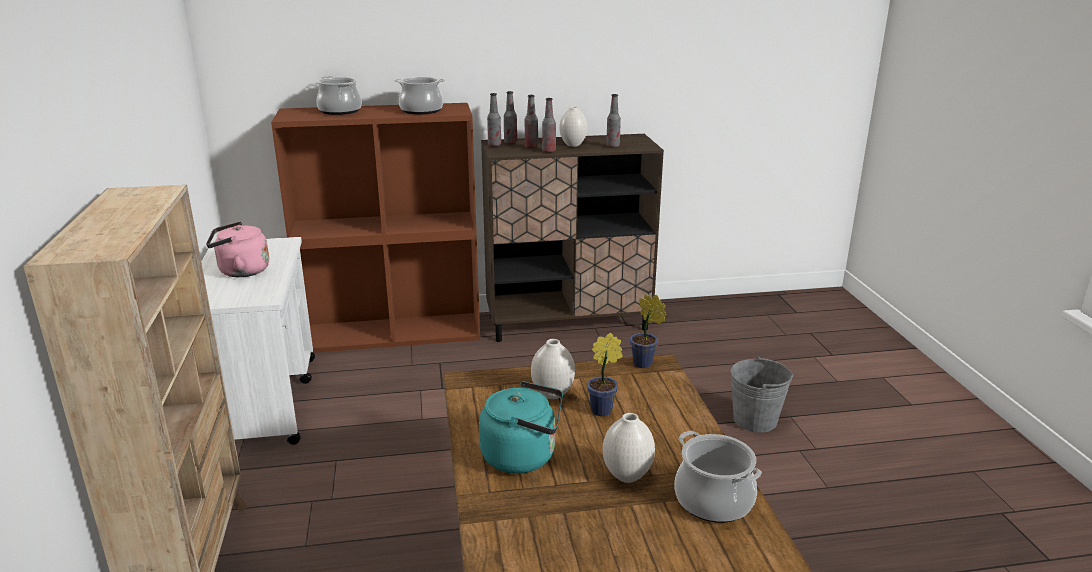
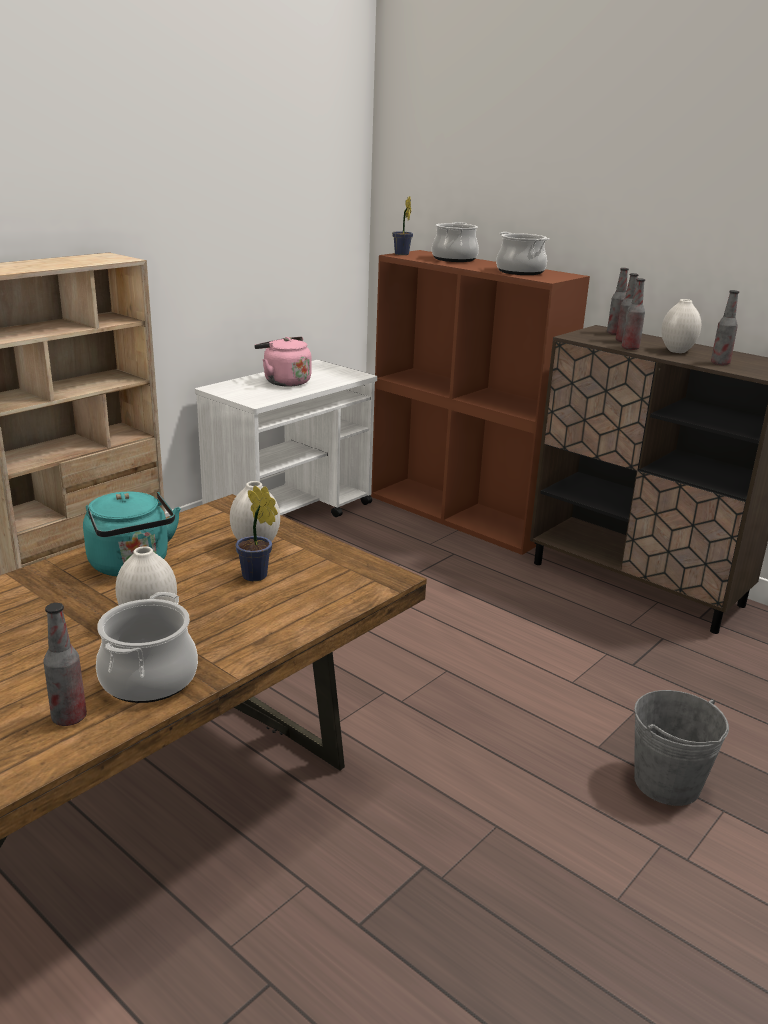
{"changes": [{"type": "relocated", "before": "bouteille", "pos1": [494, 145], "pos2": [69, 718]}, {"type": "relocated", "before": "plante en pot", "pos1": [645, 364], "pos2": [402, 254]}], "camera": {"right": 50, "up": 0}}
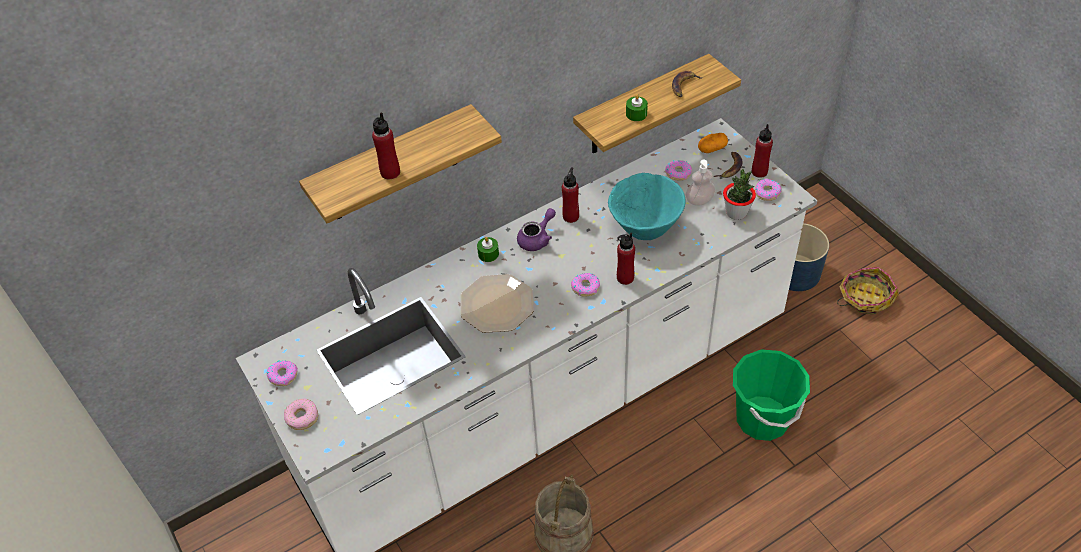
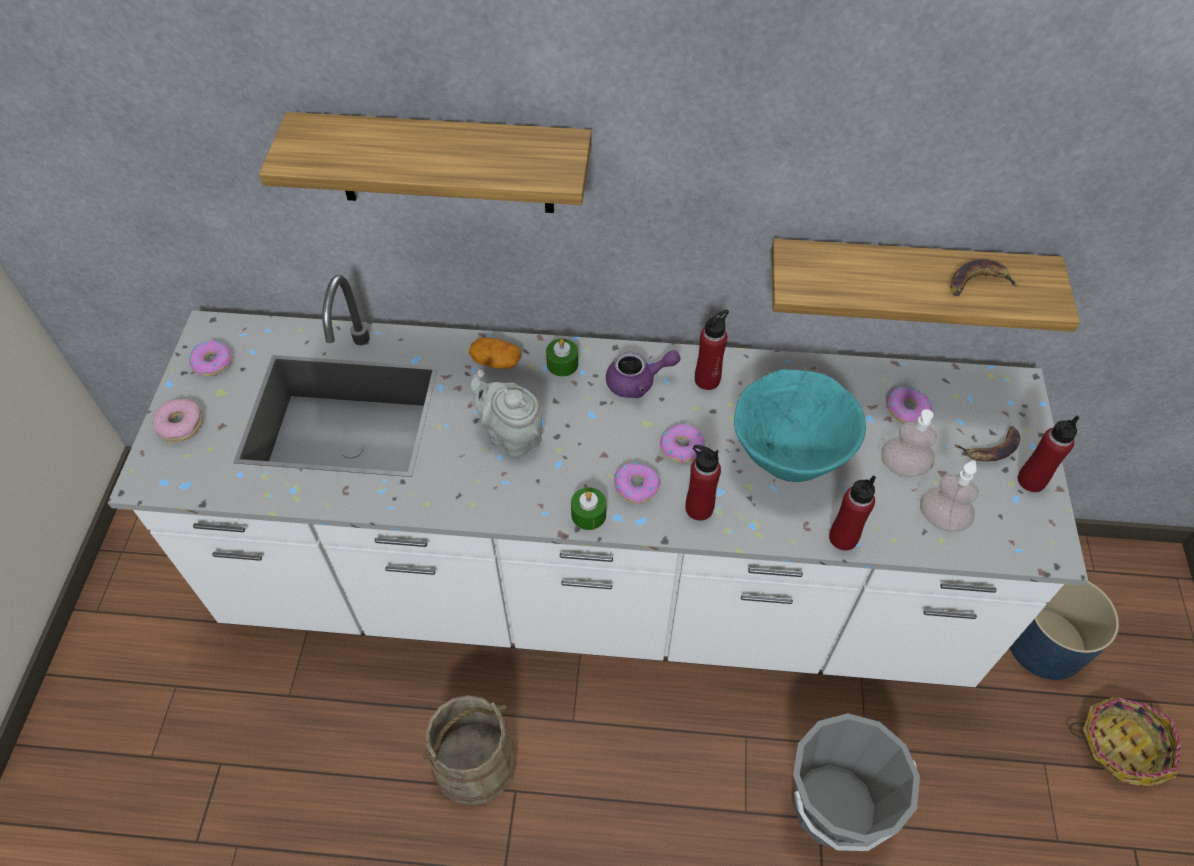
{"changes": [{"type": "relocated", "before": "bouteille (rouge)", "pos1": [390, 172], "pos2": [843, 538]}, {"type": "exchanged", "before": "assiette", "after": "théière (gris)", "pos1": [497, 304], "pos2": [511, 435]}, {"type": "relocated", "before": "bougie (vert)", "pos1": [636, 114], "pos2": [588, 514]}, {"type": "relocated", "before": "pomme de terre", "pos1": [712, 149], "pos2": [496, 361]}, {"type": "exchanged", "before": "plante en pot", "after": "distributeur de savon", "pos1": [736, 213], "pos2": [941, 519]}, {"type": "colour", "before": "seau (vert)", "after": "seau (gris)", "pos1": [762, 419], "pos2": [833, 806]}, {"type": "relocated", "before": "beignet", "pos1": [767, 192], "pos2": [681, 447]}], "camera": {"right": 35, "up": 5}}
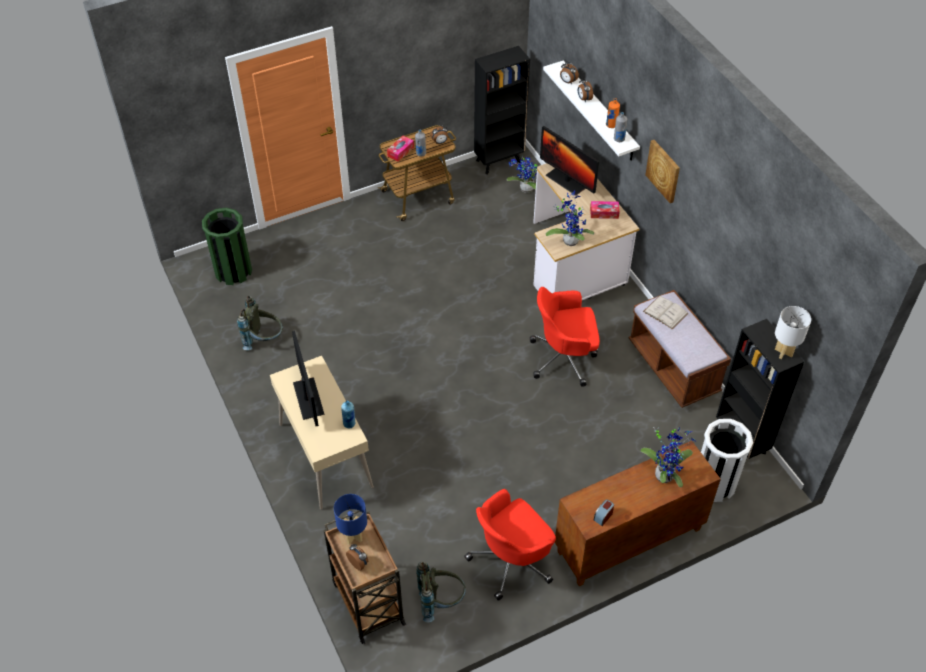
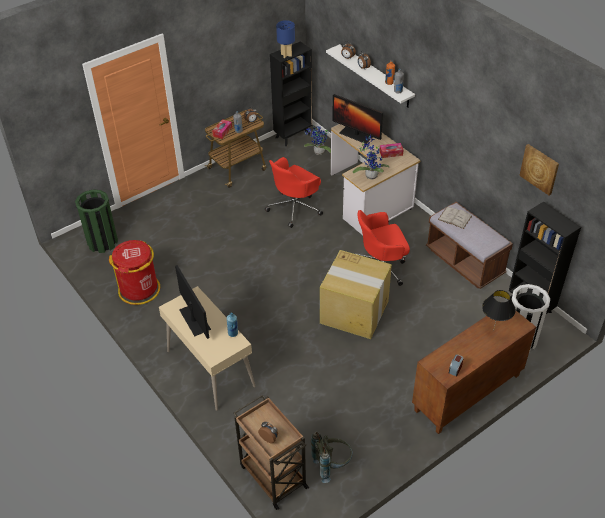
{"changes": [{"type": "exchanged", "before": "sac à dos (gris)", "after": "poubelle (rouge)", "pos1": [264, 340], "pos2": [139, 289]}, {"type": "relocated", "before": "lampe de table (bleu)", "pos1": [353, 537], "pos2": [286, 55]}, {"type": "relocated", "before": "chaise de bureau (rouge)", "pos1": [511, 560], "pos2": [295, 208]}, {"type": "exchanged", "before": "plante en pot", "after": "lampe de table (noir)", "pos1": [665, 474], "pos2": [493, 330]}, {"type": "relocated", "before": "tableau", "pos1": [663, 170], "pos2": [539, 169]}, {"type": "missing", "before": "lampe de table (blanc)", "pos1": [784, 352]}, {"type": "appeared", "after": "carton", "pos2": [355, 312]}], "camera": {"right": -10, "up": -5}}
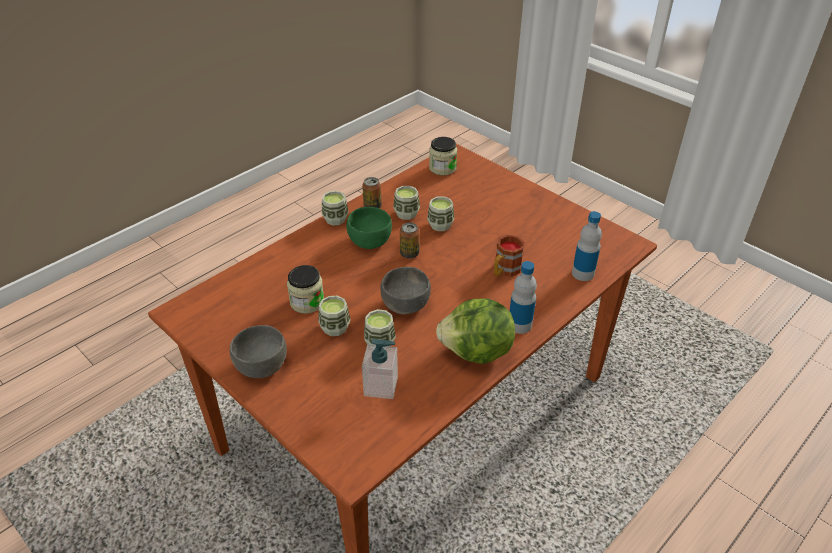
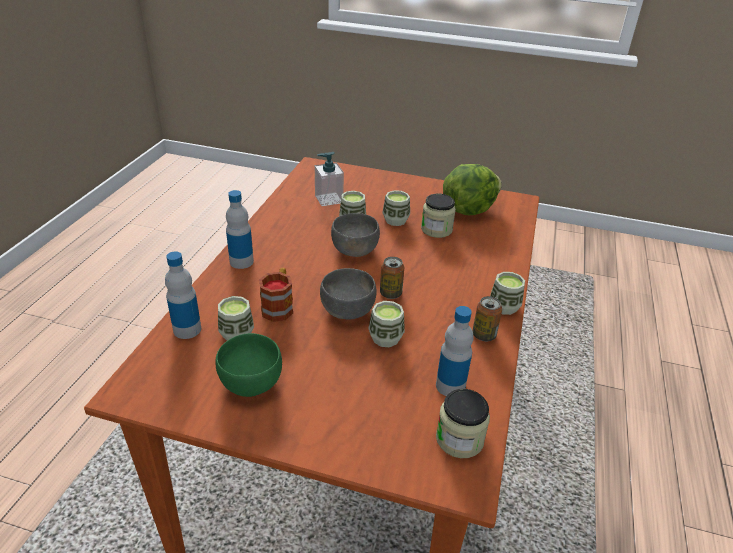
{"changes": [{"type": "relocated", "before": "bol (gris)", "pos1": [261, 366], "pos2": [348, 310]}, {"type": "relocated", "before": "bol (vert)", "pos1": [369, 240], "pos2": [252, 382]}, {"type": "relocated", "before": "tasse", "pos1": [406, 213], "pos2": [236, 333]}, {"type": "relocated", "before": "laitue", "pos1": [477, 353], "pos2": [467, 209]}, {"type": "appeared", "after": "bouteille", "pos2": [450, 386]}], "camera": {"right": 150, "up": -5}}
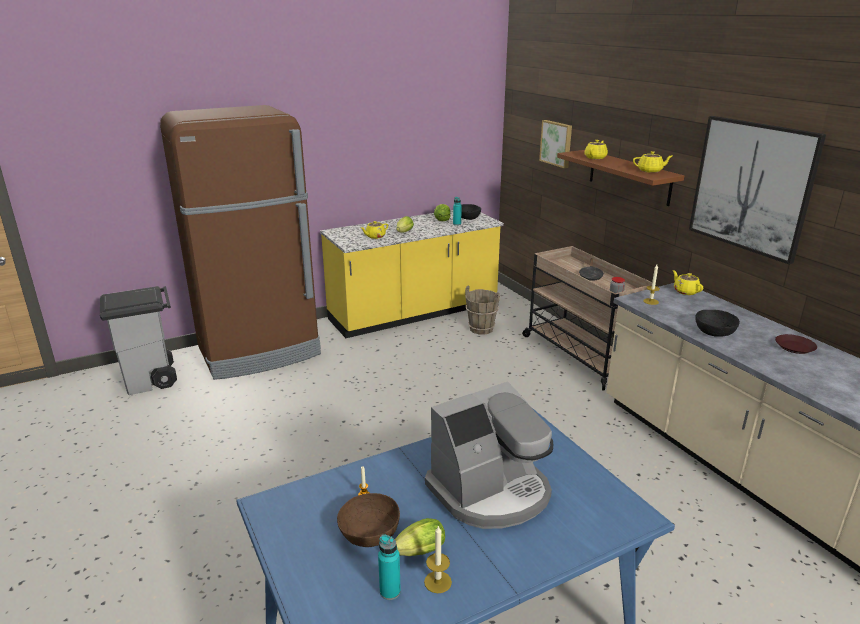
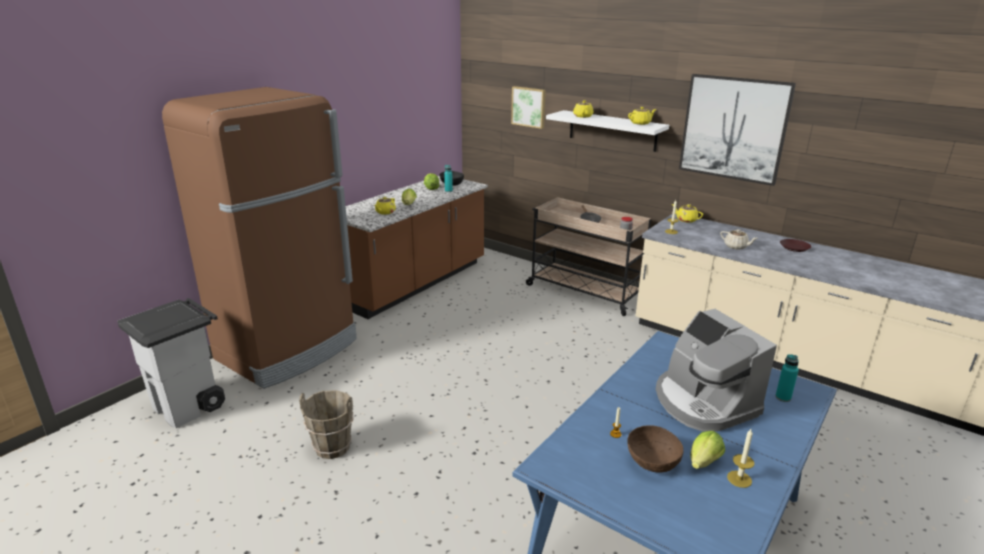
{"changes": [{"type": "colour", "before": "comptoir de cuisine (jaune)", "after": "comptoir de cuisine (marron)", "pos1": [414, 313], "pos2": [414, 283]}, {"type": "relocated", "before": "bouteille (turquoise)", "pos1": [390, 591], "pos2": [783, 397]}, {"type": "spun", "before": "machine à café", "pos1": [491, 492], "pos2": [703, 402], "turn": 120}, {"type": "relocated", "before": "seau (marron)", "pos1": [481, 329], "pos2": [332, 447]}, {"type": "colour", "before": "étagère (marron)", "after": "étagère (blanc)", "pos1": [629, 177], "pos2": [612, 130]}, {"type": "exchanged", "before": "bol (noir)", "after": "théière (beige)", "pos1": [714, 332], "pos2": [736, 246]}], "camera": {"right": -25, "up": 0}}
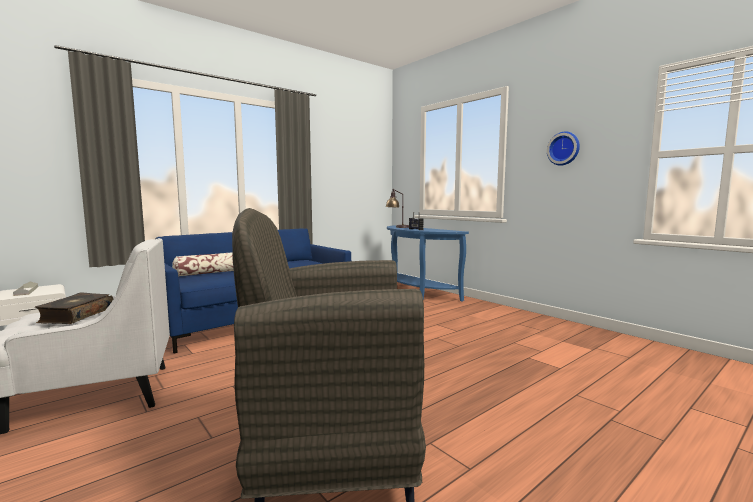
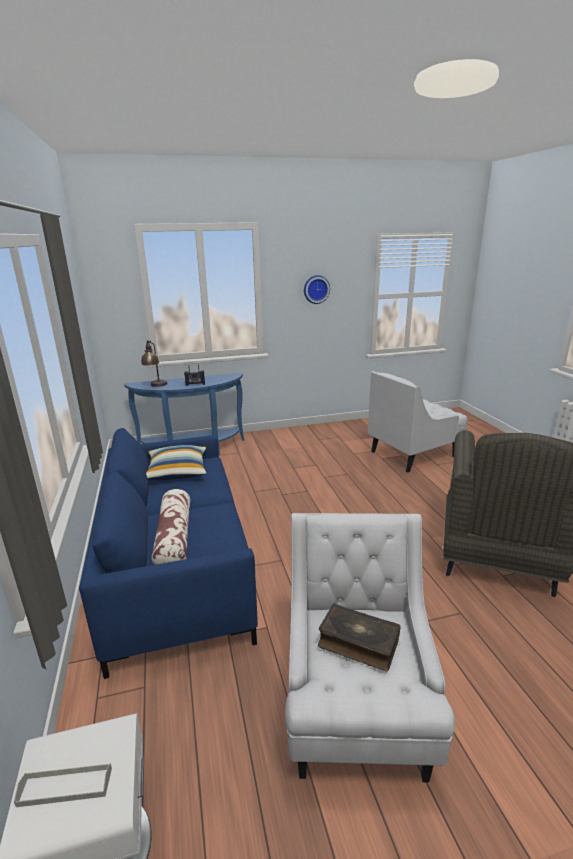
{"changes": [{"type": "appeared", "after": "coussin", "pos2": [177, 472]}, {"type": "appeared", "after": "fauteuil (blanc)", "pos2": [413, 453]}], "camera": {"right": -65, "up": 15}}
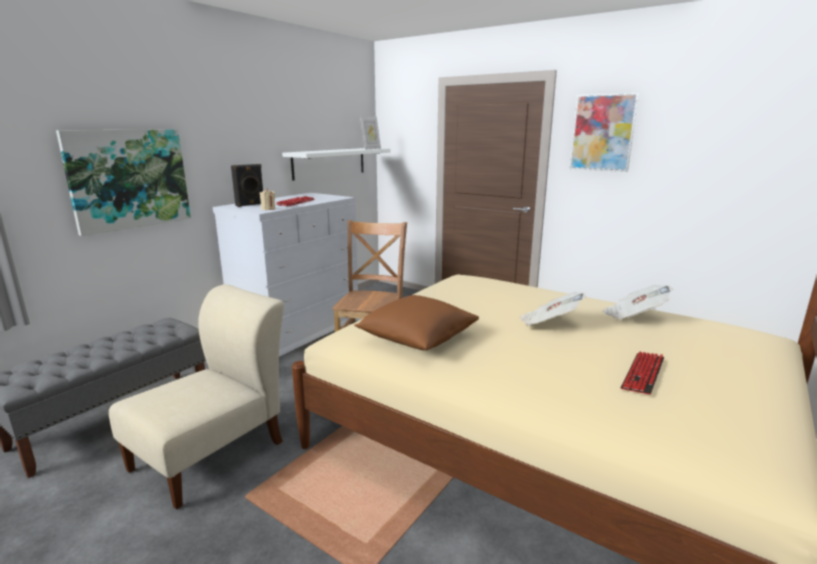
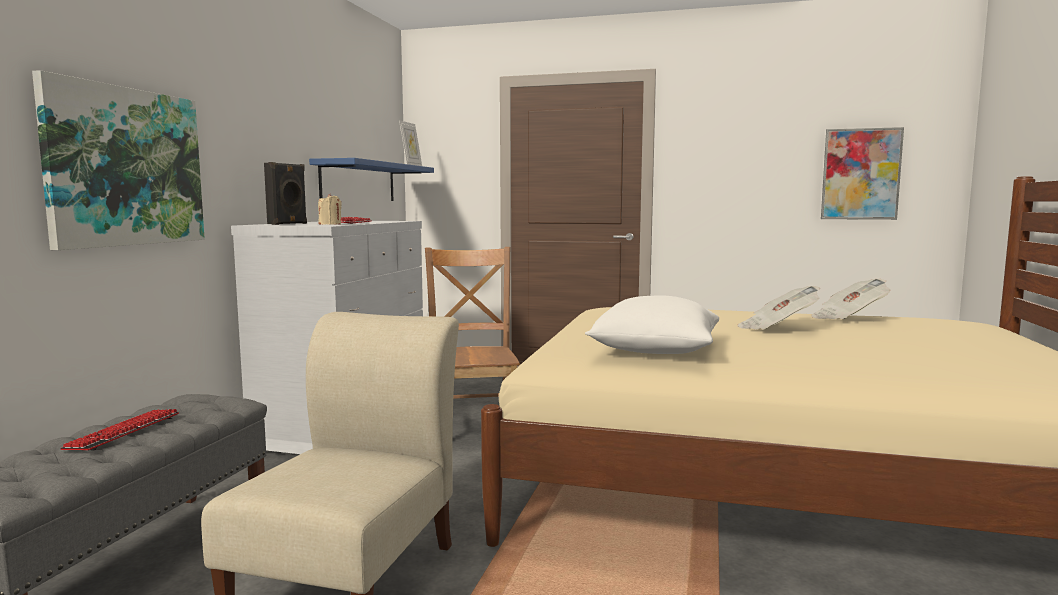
{"changes": [{"type": "colour", "before": "étagère (blanc)", "after": "étagère (bleu)", "pos1": [329, 163], "pos2": [359, 182]}, {"type": "colour", "before": "coussin (marron)", "after": "coussin (blanc)", "pos1": [417, 339], "pos2": [654, 351]}, {"type": "relocated", "before": "tableau", "pos1": [602, 133], "pos2": [860, 174]}, {"type": "relocated", "before": "clavier", "pos1": [643, 374], "pos2": [124, 432]}], "camera": {"right": -20, "up": -10}}
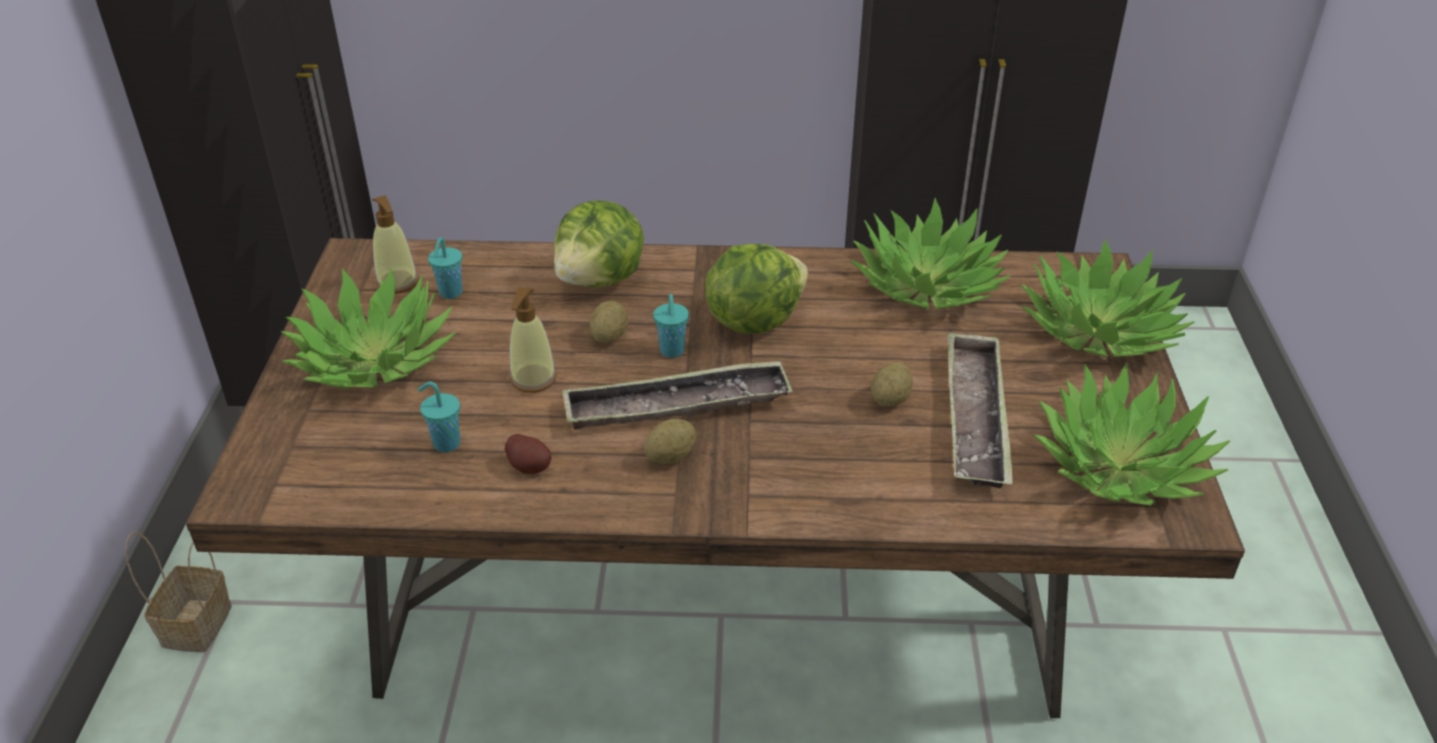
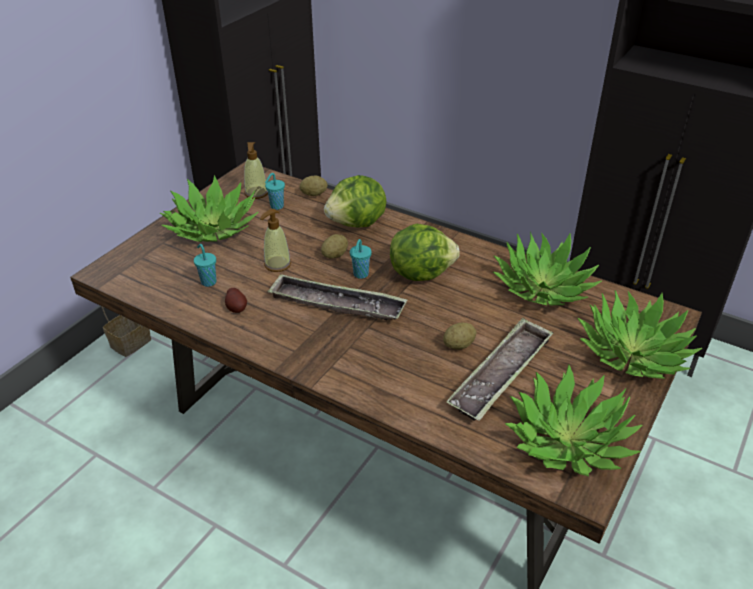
{"changes": [{"type": "relocated", "before": "pomme de terre", "pos1": [670, 456], "pos2": [314, 194]}], "camera": {"right": 30, "up": 0}}
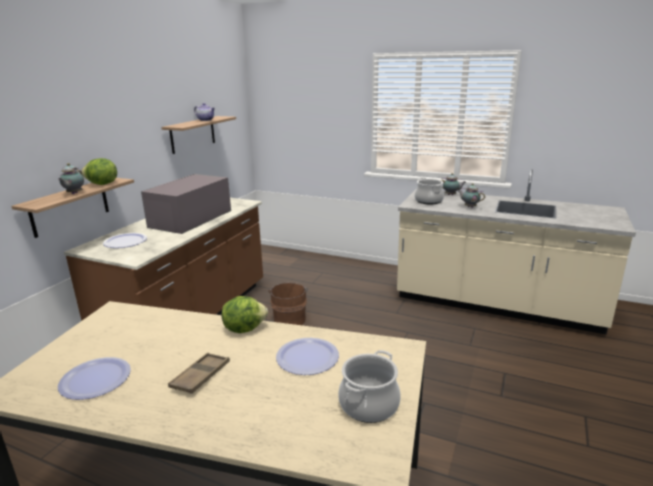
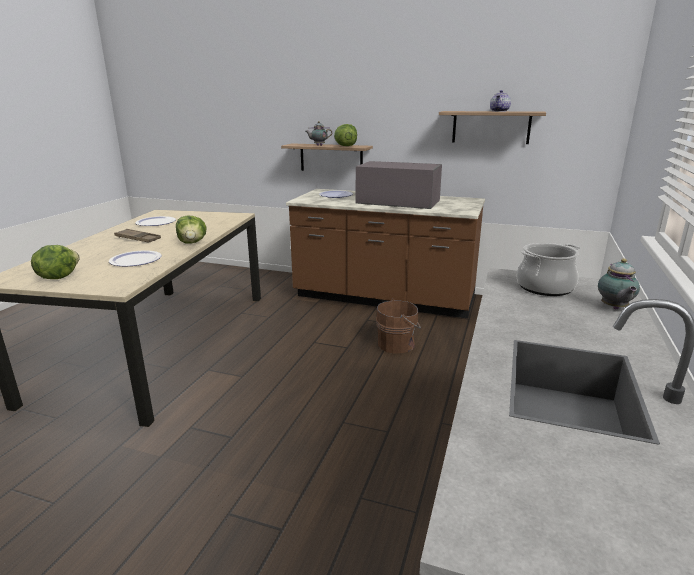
{"changes": [{"type": "exchanged", "before": "marmite", "after": "laitue", "pos1": [369, 405], "pos2": [58, 277]}, {"type": "missing", "before": "théière", "pos1": [469, 207]}], "camera": {"right": 85, "up": 0}}
